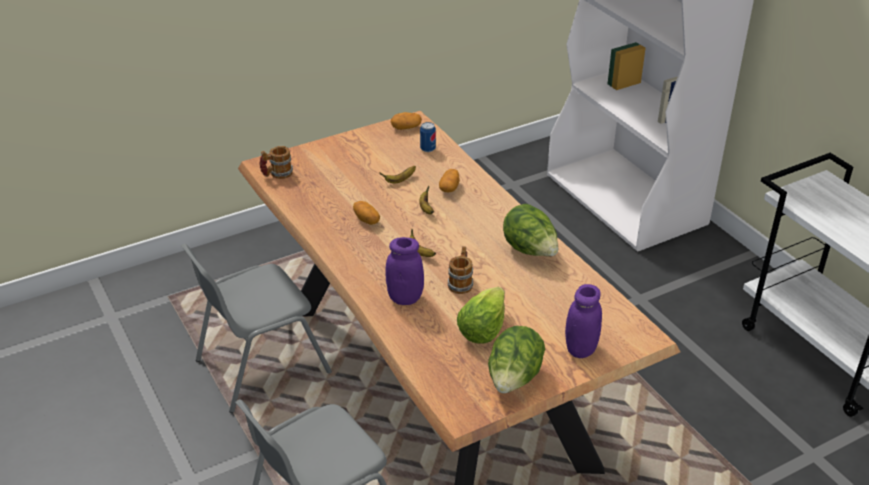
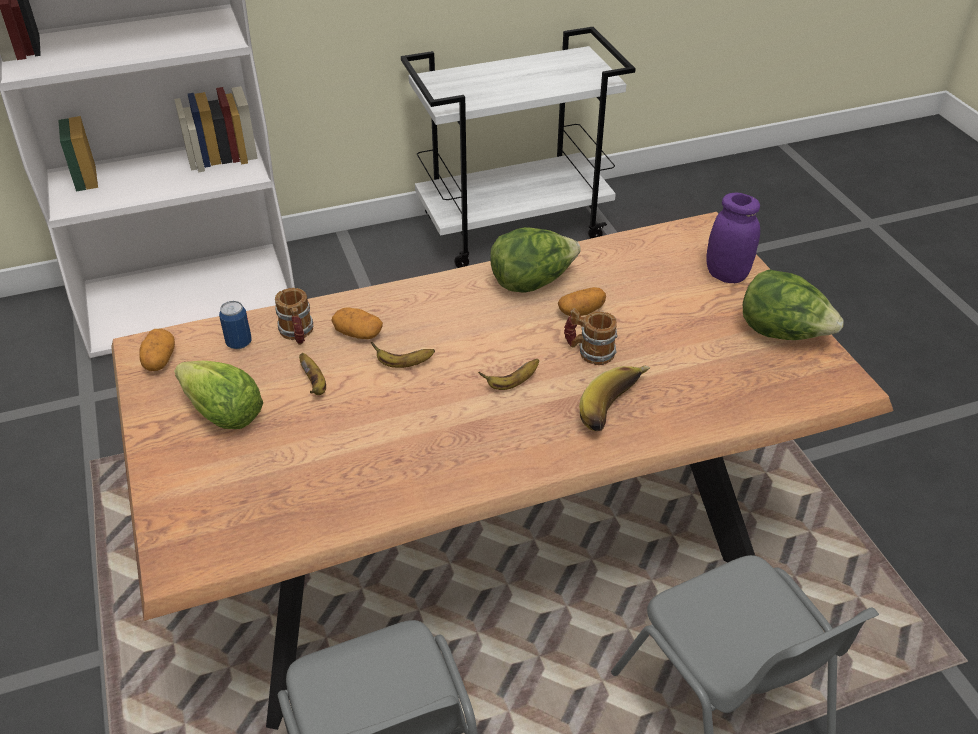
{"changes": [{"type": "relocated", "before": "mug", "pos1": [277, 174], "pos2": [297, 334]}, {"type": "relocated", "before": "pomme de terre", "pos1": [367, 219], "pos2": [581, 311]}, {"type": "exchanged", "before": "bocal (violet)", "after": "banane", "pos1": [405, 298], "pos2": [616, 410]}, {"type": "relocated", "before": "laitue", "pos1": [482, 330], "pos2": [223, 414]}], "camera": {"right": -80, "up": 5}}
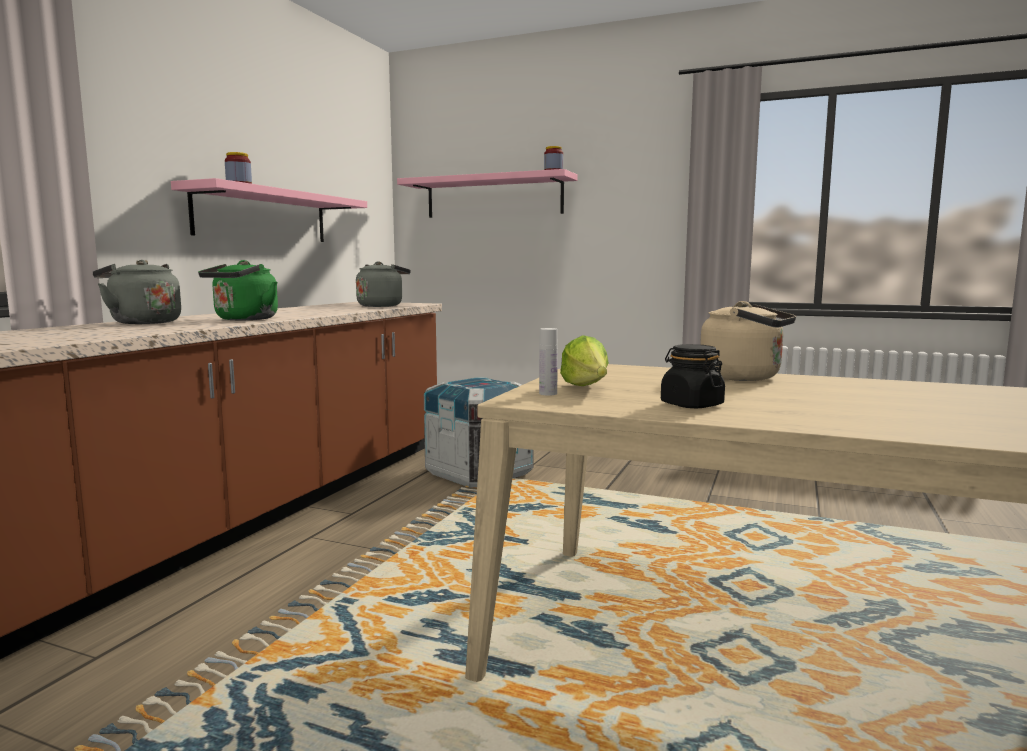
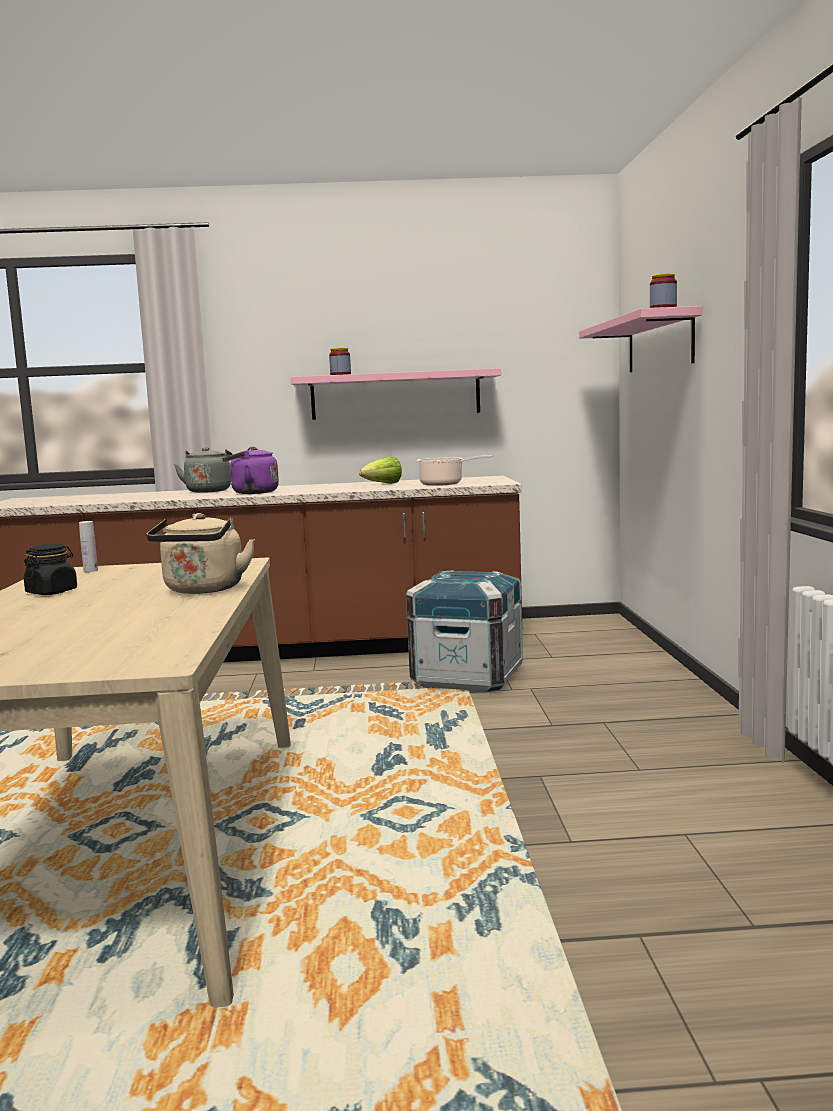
{"changes": [{"type": "colour", "before": "bouilloire (vert)", "after": "bouilloire (violet)", "pos1": [244, 319], "pos2": [251, 493]}, {"type": "exchanged", "before": "bouilloire (gris)", "after": "marmite", "pos1": [382, 306], "pos2": [444, 484]}, {"type": "relocated", "before": "laitue", "pos1": [587, 389], "pos2": [383, 484]}], "camera": {"right": 65, "up": 0}}
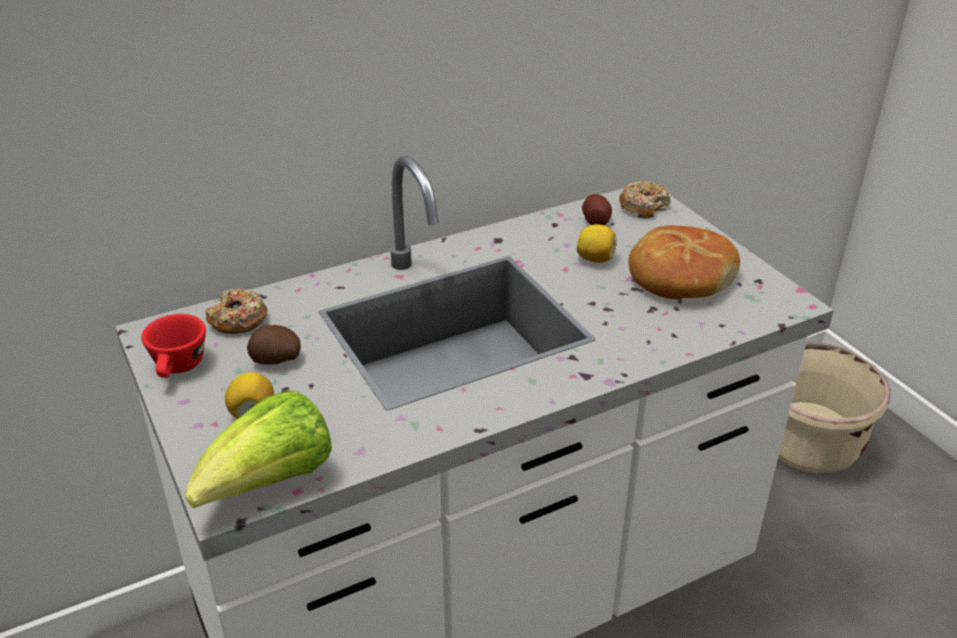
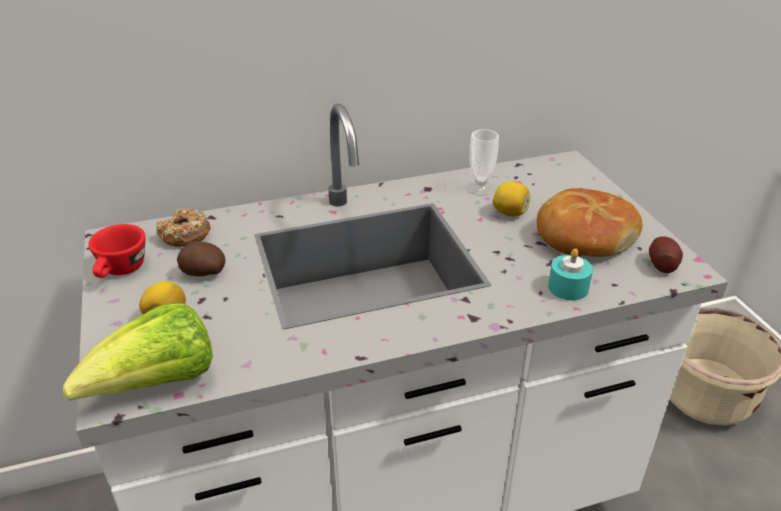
{"changes": [{"type": "relocated", "before": "pomme de terre", "pos1": [595, 221], "pos2": [662, 264]}, {"type": "missing", "before": "beignet", "pos1": [643, 206]}, {"type": "appeared", "after": "tasse", "pos2": [480, 188]}, {"type": "appeared", "after": "bougie (turquoise)", "pos2": [568, 287]}], "camera": {"right": 10, "up": 0}}
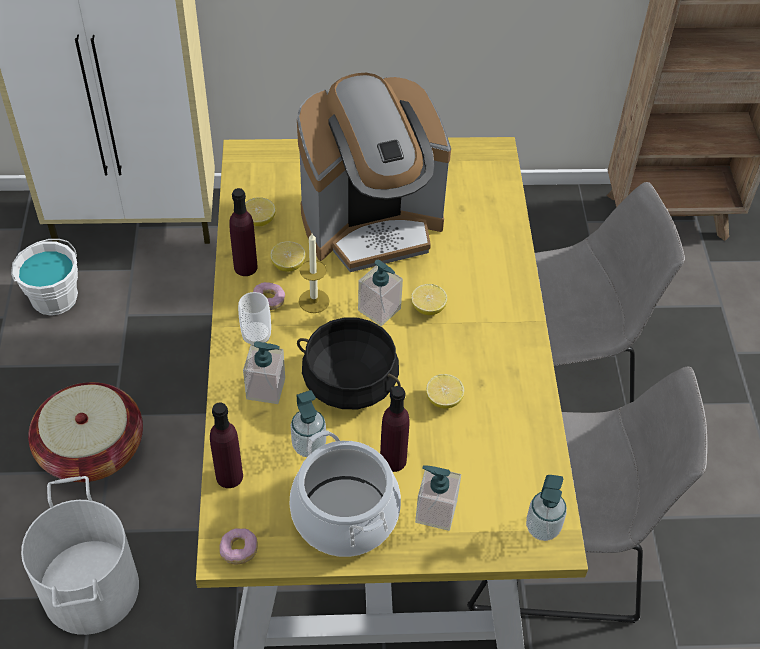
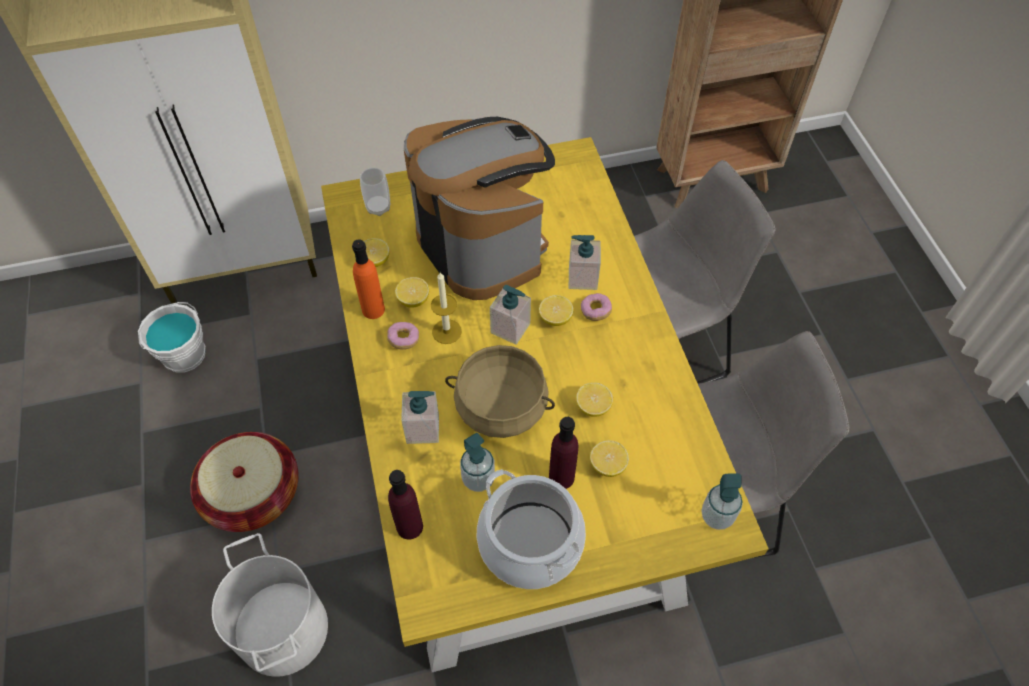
{"changes": [{"type": "relocated", "before": "beignet", "pos1": [239, 550], "pos2": [595, 311]}, {"type": "colour", "before": "bouteille (violet)", "after": "bouteille (orange)", "pos1": [245, 267], "pos2": [373, 309]}, {"type": "relocated", "before": "tasse", "pos1": [256, 336], "pos2": [378, 208]}, {"type": "spun", "before": "machine à café", "pos1": [372, 224], "pos2": [482, 245], "turn": -90}, {"type": "colour", "before": "marmite (noir)", "after": "marmite (beige)", "pos1": [349, 382], "pos2": [500, 407]}, {"type": "relocated", "before": "distributeur de savon", "pos1": [435, 511], "pos2": [582, 278]}, {"type": "appeared", "after": "citron", "pos2": [608, 465]}], "camera": {"right": -10, "up": 5}}
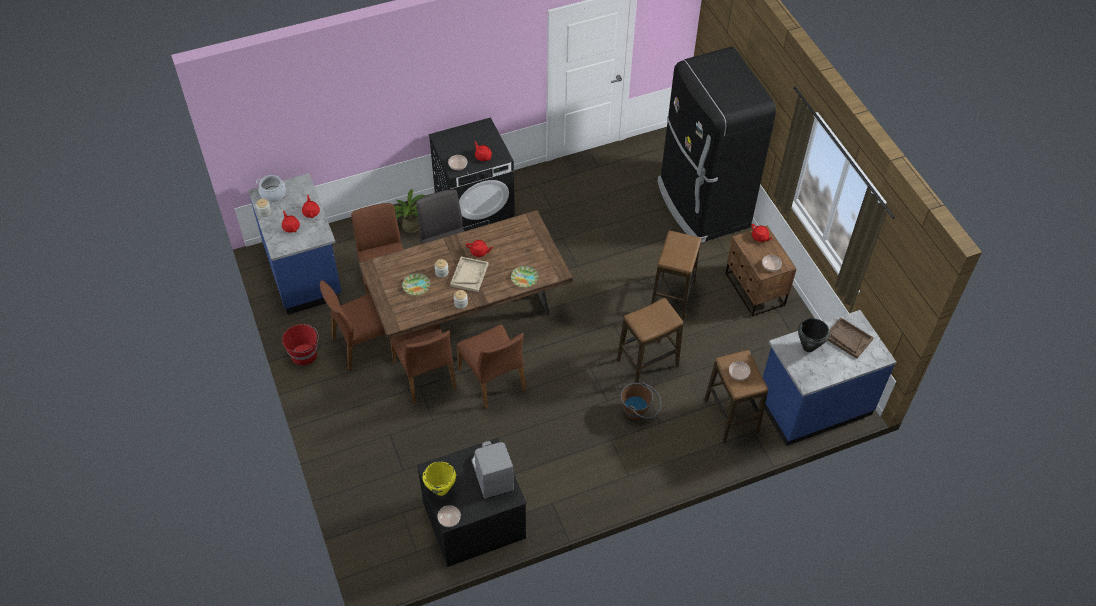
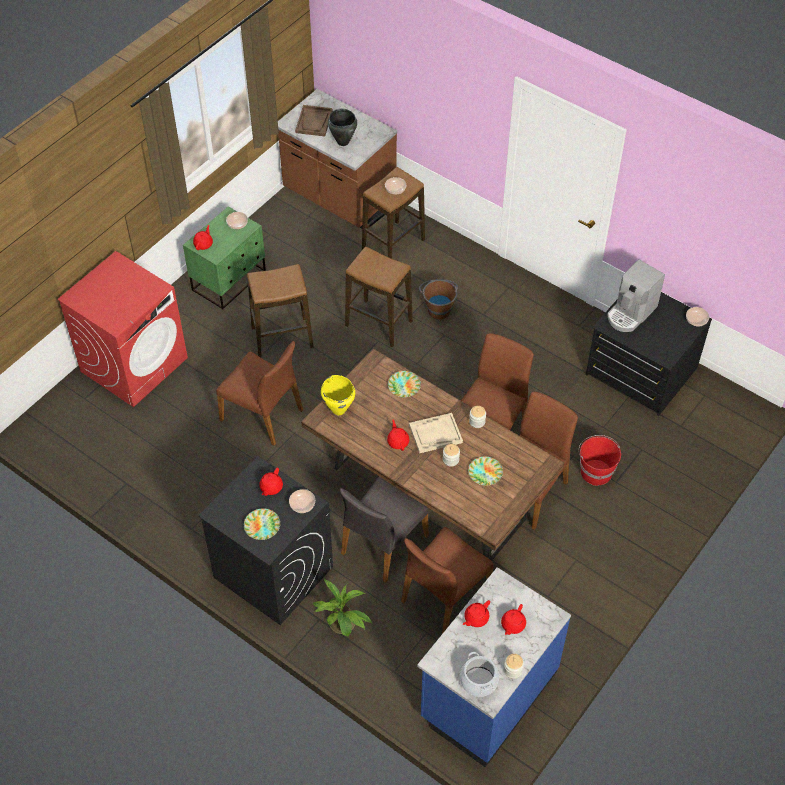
{"changes": [{"type": "relocated", "before": "seau (rouge)", "pos1": [304, 354], "pos2": [595, 471]}, {"type": "relocated", "before": "chaise (marron)", "pos1": [365, 344], "pos2": [263, 414]}, {"type": "relocated", "before": "marmite (jaune)", "pos1": [441, 490], "pos2": [339, 409]}, {"type": "exchanged", "before": "réfrigérateur (noir)", "after": "lave-linge (rouge)", "pos1": [701, 205], "pos2": [134, 364]}, {"type": "colour", "before": "table de chevet (marron)", "after": "table de chevet (vert)", "pos1": [754, 290], "pos2": [230, 280]}, {"type": "colour", "before": "comptoir de cuisine (bleu)", "after": "comptoir de cuisine (marron)", "pos1": [813, 404], "pos2": [338, 198]}, {"type": "appeared", "after": "assiette", "pos2": [262, 526]}], "camera": {"right": -120, "up": 0}}
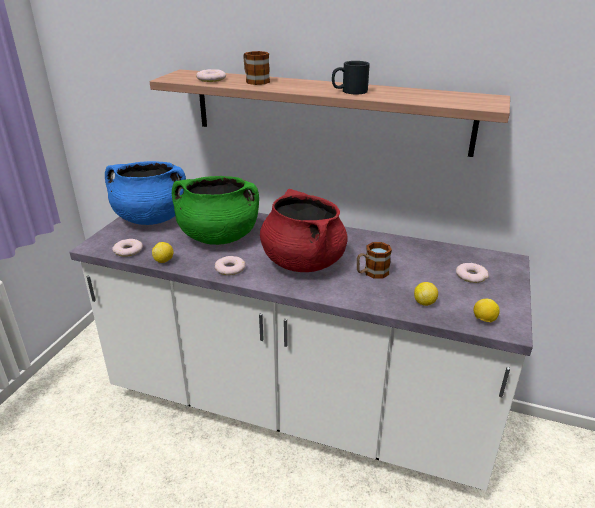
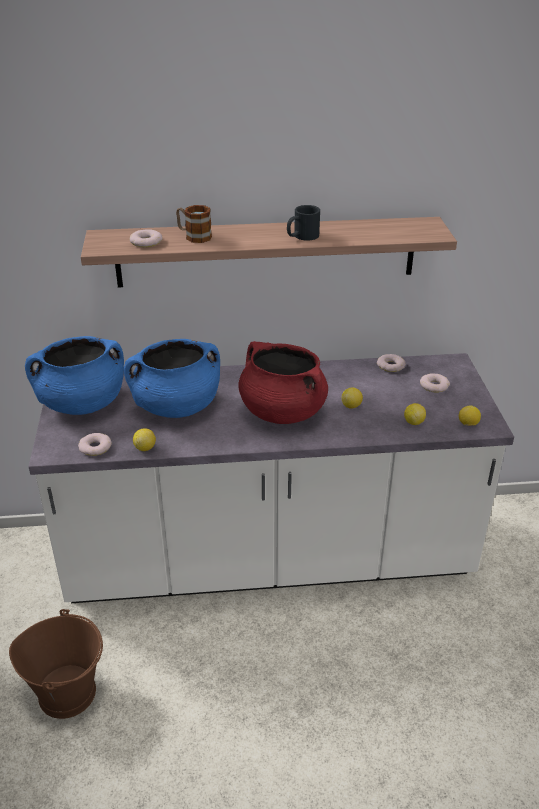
{"changes": [{"type": "colour", "before": "marmite (vert)", "after": "marmite (bleu)", "pos1": [218, 237], "pos2": [176, 406]}, {"type": "relocated", "before": "beignet", "pos1": [230, 268], "pos2": [390, 366]}, {"type": "exchanged", "before": "mug", "after": "citron", "pos1": [371, 273], "pos2": [351, 406]}, {"type": "appeared", "after": "seau (marron)", "pos2": [68, 692]}], "camera": {"right": -25, "up": 5}}
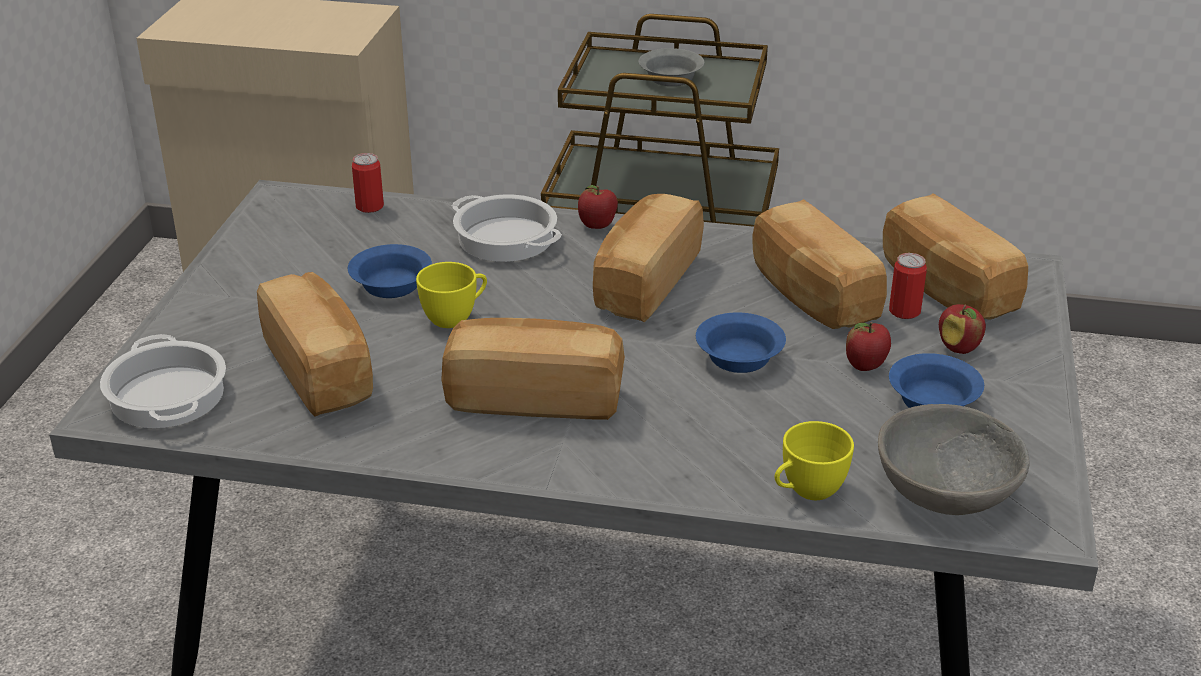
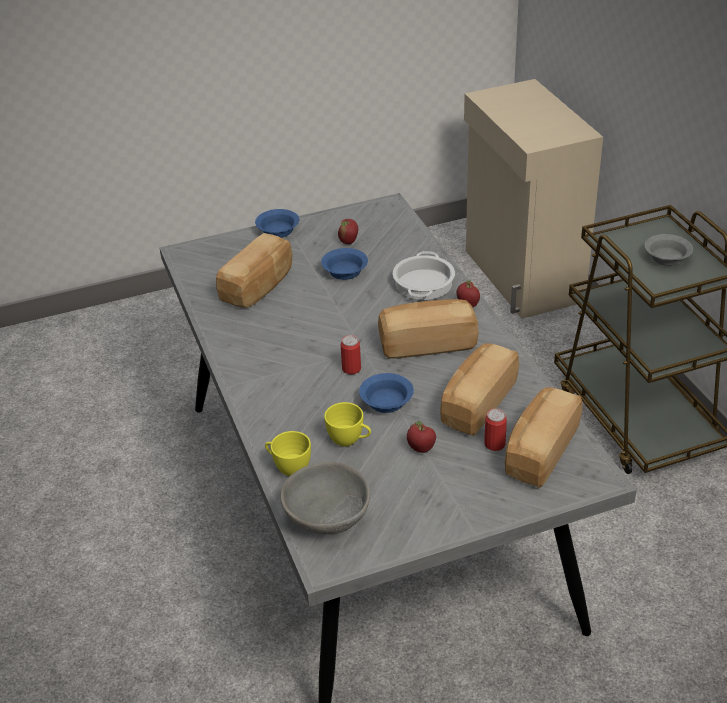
{"changes": [{"type": "missing", "before": "marmite", "pos1": [166, 395]}, {"type": "relocated", "before": "boîte métallique", "pos1": [369, 206], "pos2": [351, 369]}, {"type": "relocated", "before": "tasse (jaune)", "pos1": [455, 317], "pos2": [349, 440]}, {"type": "missing", "before": "pain", "pos1": [535, 397]}, {"type": "relocated", "before": "bol (bleu)", "pos1": [935, 401], "pos2": [278, 232]}, {"type": "relocated", "before": "pomme", "pos1": [959, 348], "pos2": [348, 241]}], "camera": {"right": 60, "up": 5}}
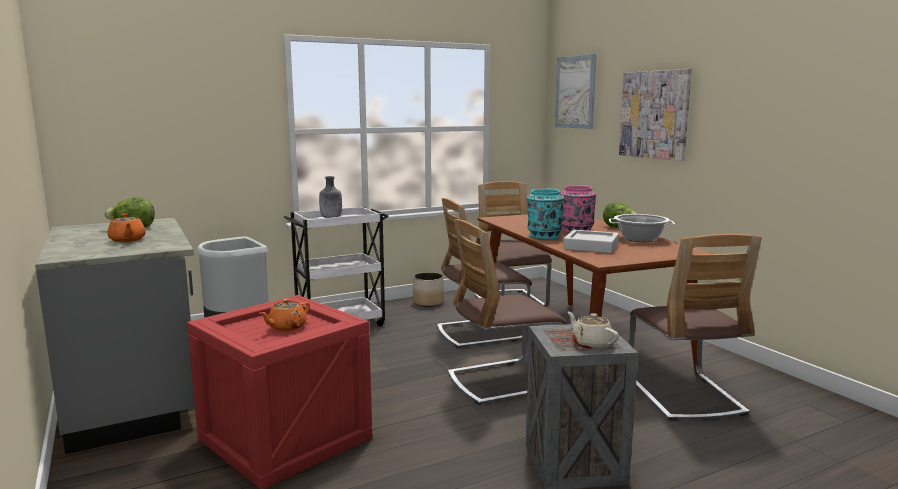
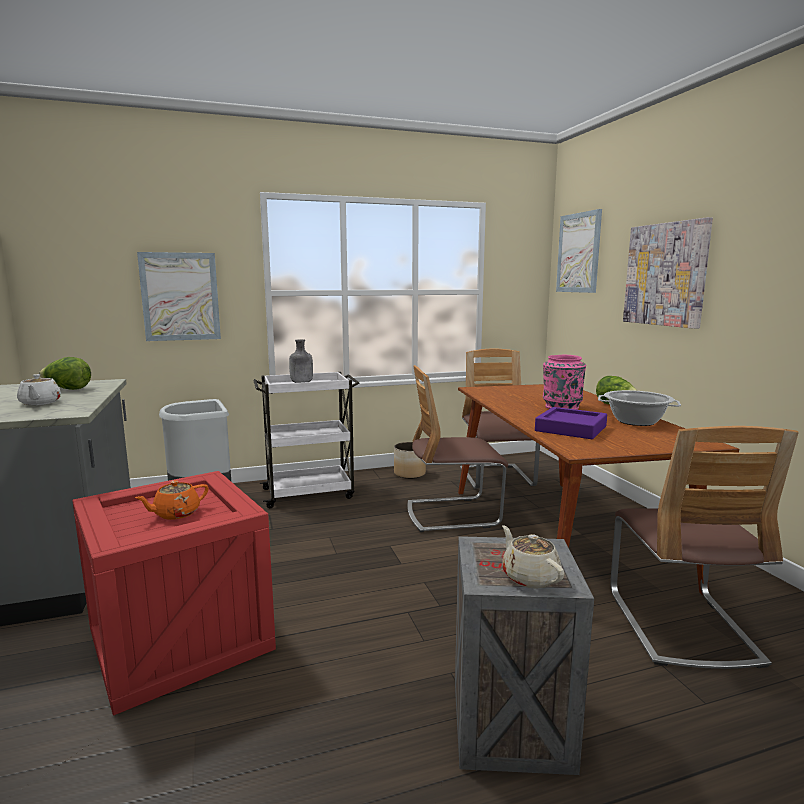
{"changes": [{"type": "colour", "before": "théière (orange)", "after": "théière (blanc)", "pos1": [127, 240], "pos2": [40, 403]}, {"type": "missing", "before": "chaise", "pos1": [502, 381]}, {"type": "missing", "before": "vase (turquoise)", "pos1": [544, 236]}, {"type": "colour", "before": "plateau (gris)", "after": "plateau (violet)", "pos1": [591, 246], "pos2": [570, 429]}, {"type": "appeared", "after": "tableau", "pos2": [180, 296]}], "camera": {"right": 10, "up": 0}}
